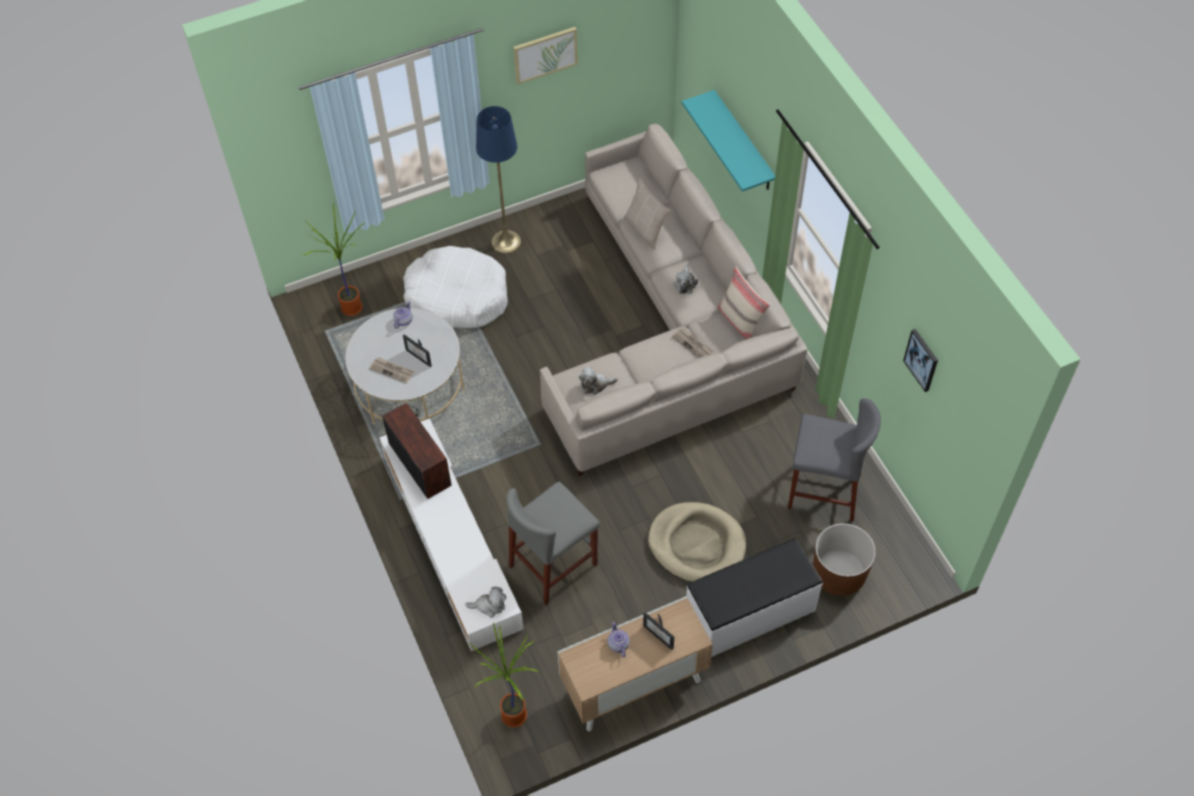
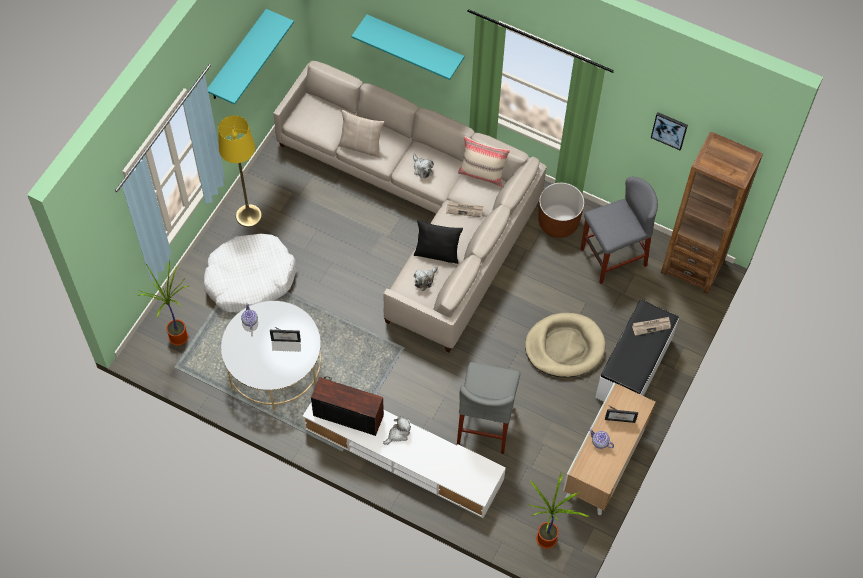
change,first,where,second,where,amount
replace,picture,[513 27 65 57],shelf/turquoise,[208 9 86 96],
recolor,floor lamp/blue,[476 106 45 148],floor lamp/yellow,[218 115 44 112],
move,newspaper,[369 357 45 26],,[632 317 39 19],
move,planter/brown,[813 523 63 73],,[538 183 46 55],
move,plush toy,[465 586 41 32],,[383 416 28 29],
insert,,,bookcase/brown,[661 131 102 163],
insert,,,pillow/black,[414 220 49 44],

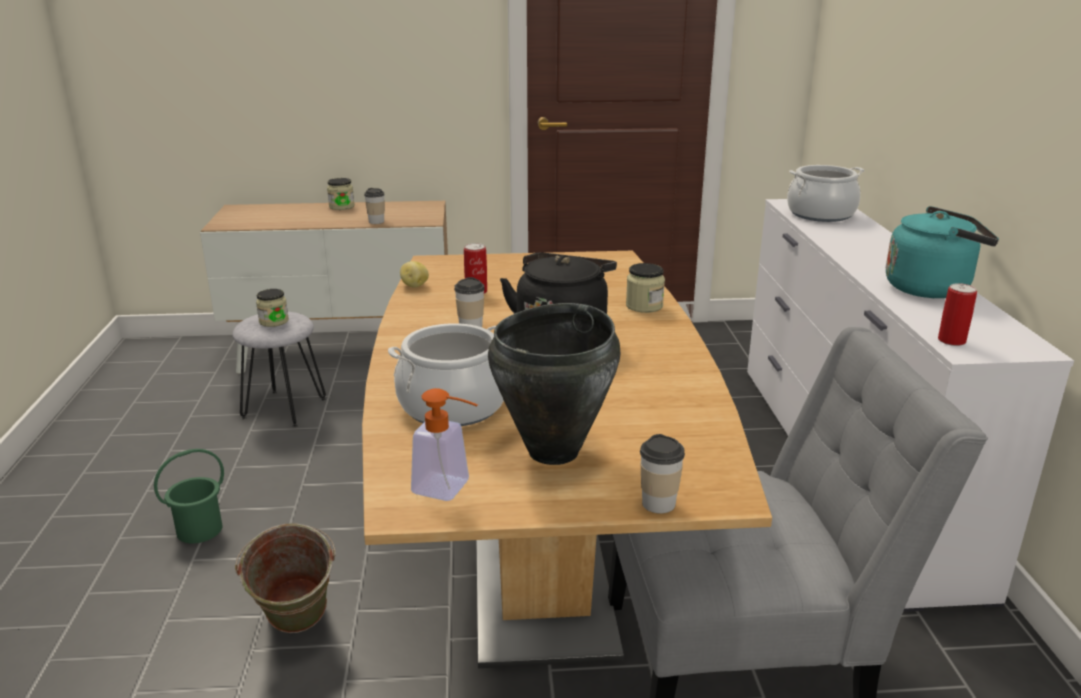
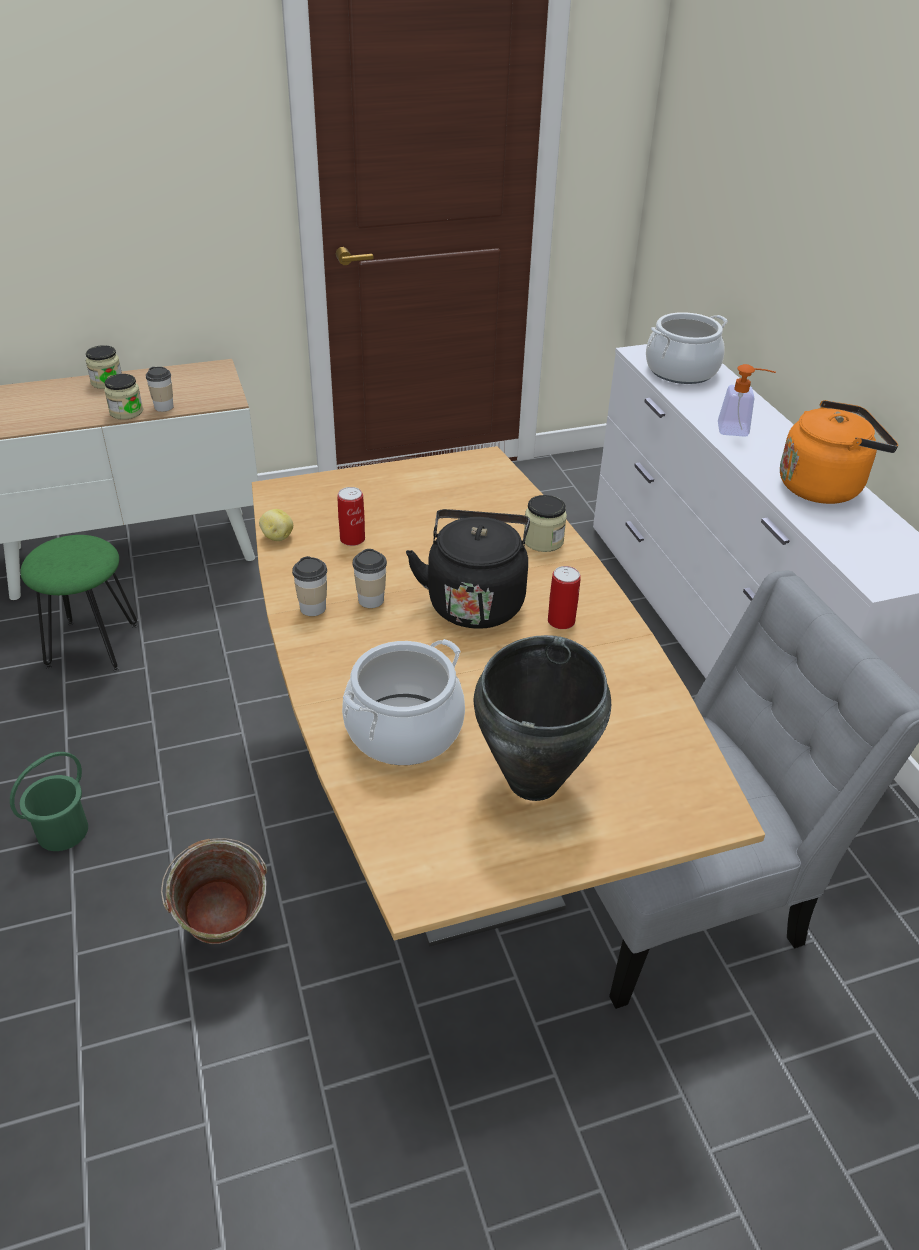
change,first,where,second,where,amount
recolor,kettle/turquoise,[886 206 113 92],kettle/orange,[780 400 118 104],
move,can,[938 283 39 63],,[548 566 33 63],
move,jar,[256 289 33 38],,[104 374 39 46],
recolor,stool/grey,[232 311 94 116],stool/green,[20 535 118 136],
move,soap dispenser,[411 388 67 113],,[718 364 58 73],
move,cup,[640 434 45 79],,[292 556 35 60],

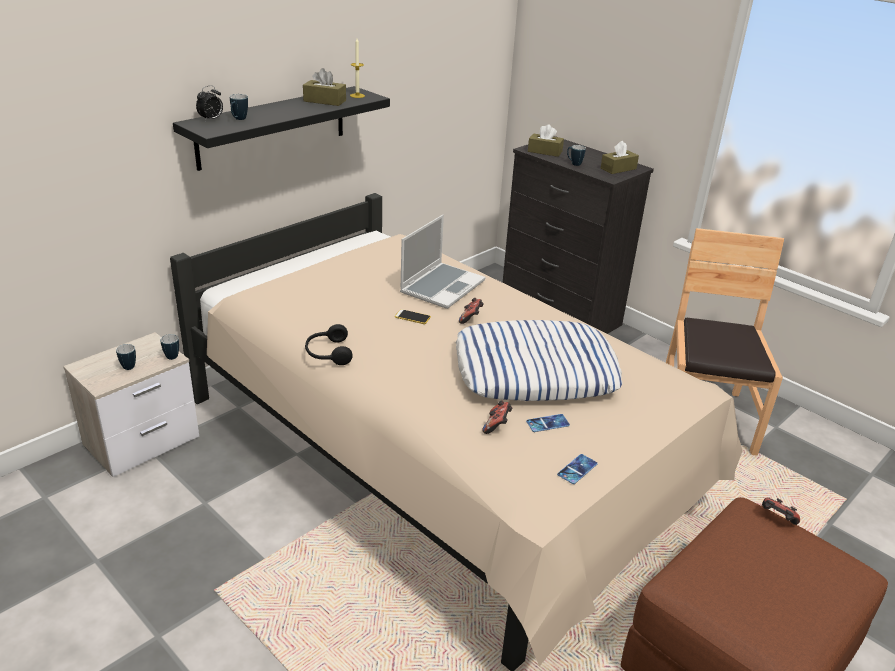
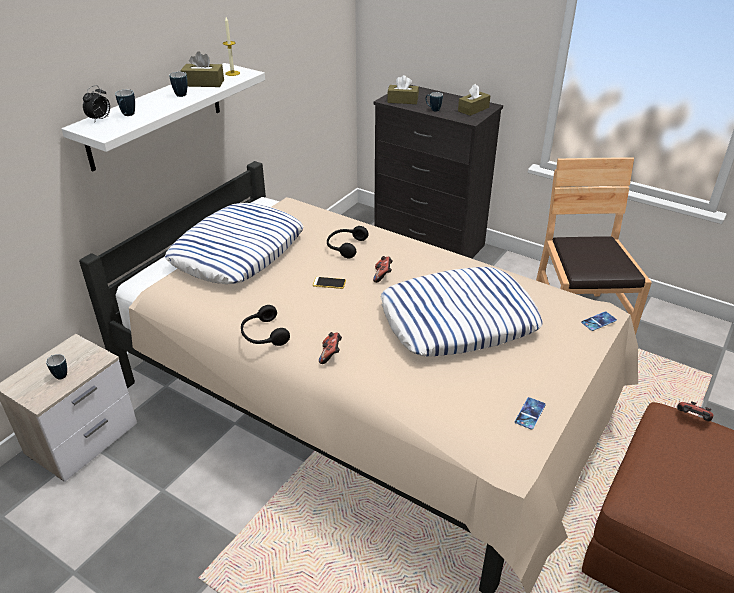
change,first,where,second,where,amount
recolor,shelf/black,[173 86 217 85],shelf/white,[62 63 203 108],
replace,laptop,[400 215 85 94],headphones/black,[327 226 41 32],
move,mug,[160 334 19 26],,[169 72 18 25],
move,game controller,[482 401 31 33],,[319 332 23 32],
move,phone,[526 414 44 18],,[581 311 36 20],
insert,,,pillow,[165 203 139 81],

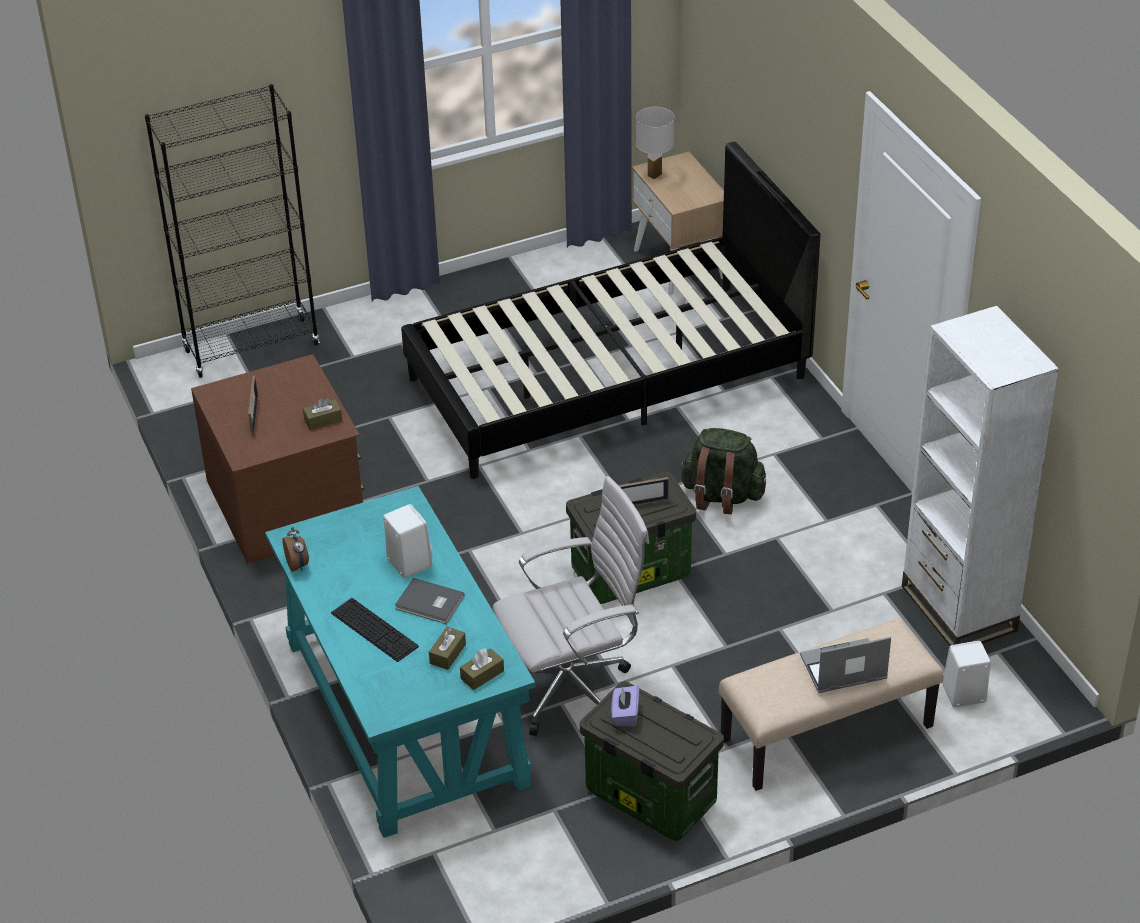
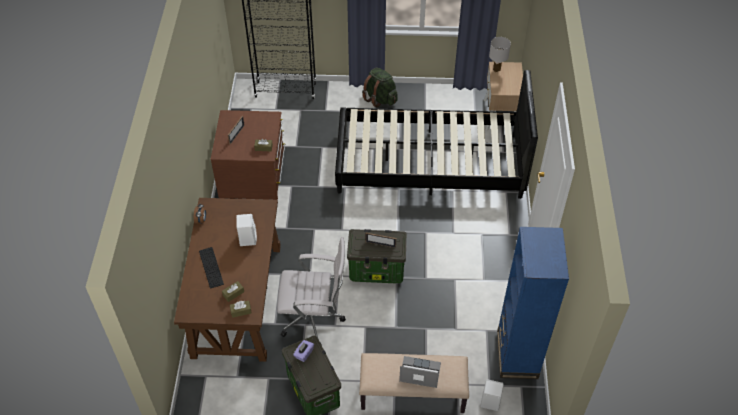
change,first,where,second,where,amount
recolor,bookcase/white,[902 306 157 340],bookcase/blue,[497 227 72 152],
move,backpack/green,[680 428 86 86],,[362 68 36 39],
recolor,desk/turquoise,[265 486 270 352],desk/brown,[174 198 106 164],
delete,book/grey,[395 578 70 46],,,

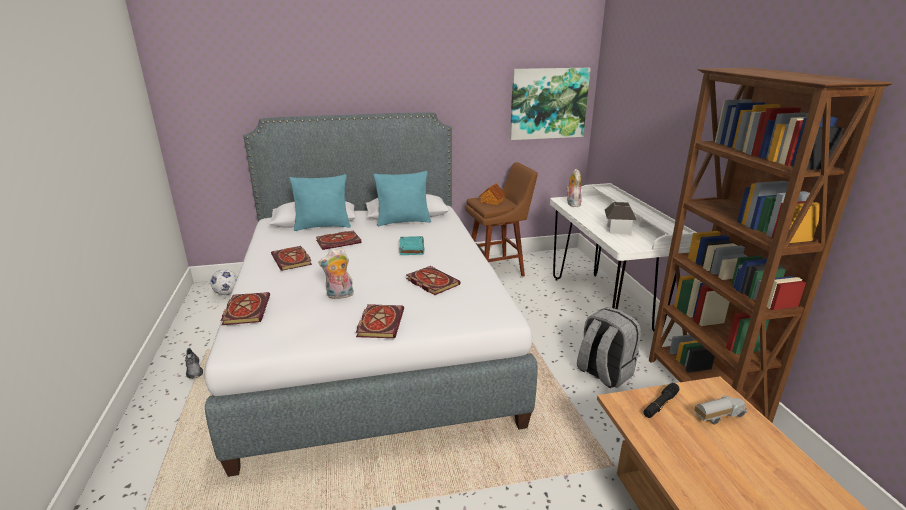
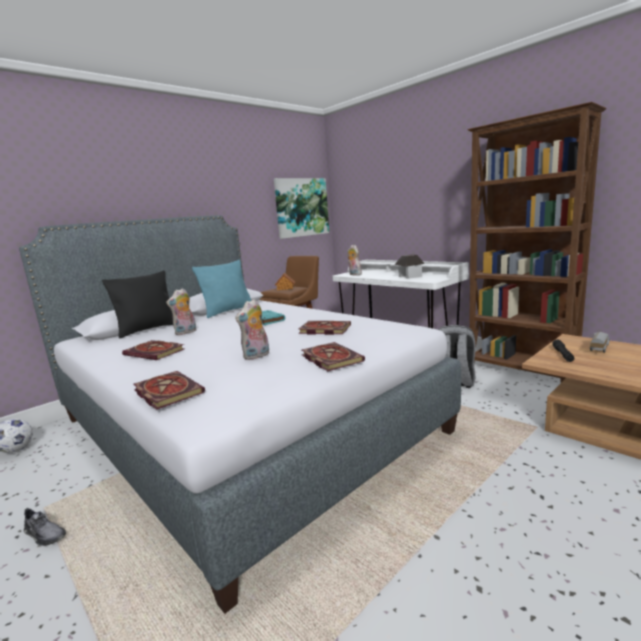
change,first,where,second,where,amount
recolor,pillow/turquoise,[290 174 61 57],pillow/black,[102 271 71 67],
replace,book,[316 231 46 19],plush toy,[166 288 30 47],

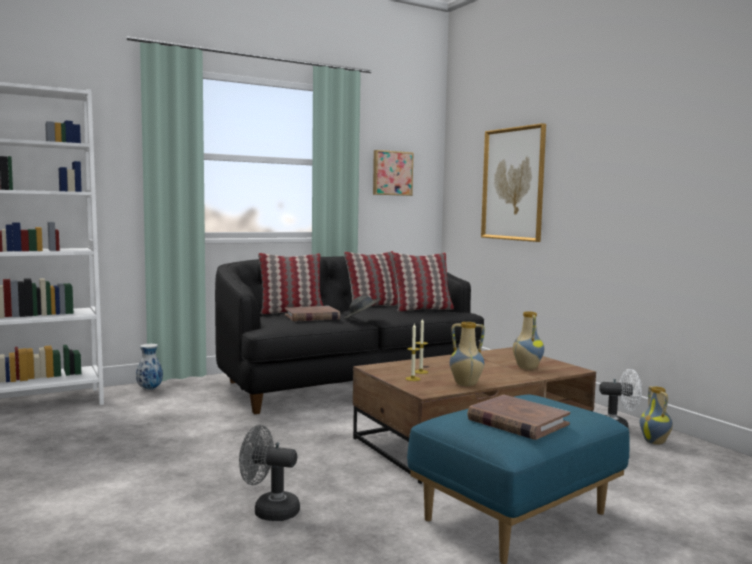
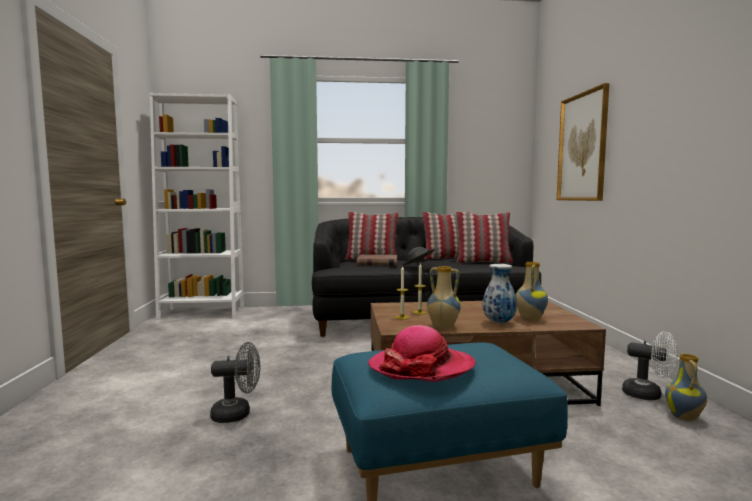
change,first,where,second,where,amount
delete,picture,[373 150 41 46],,,
move,vase,[136 344 27 46],,[483 264 34 60],
replace,book/brown,[467 395 103 45],hat,[368 325 108 57],
rotate,fan/grey,[239 425 61 96],,[210 342 50 81],135 degrees clockwise

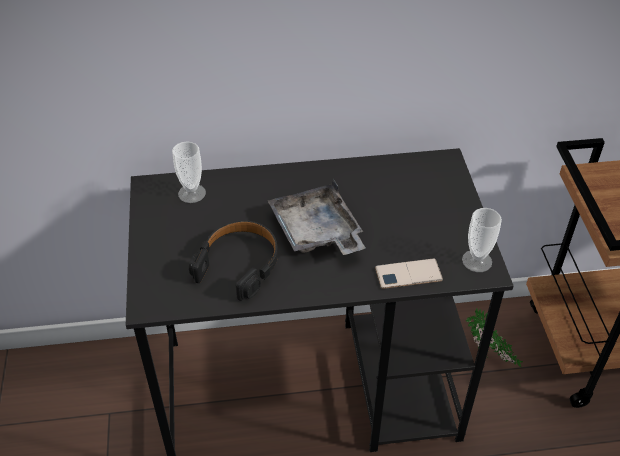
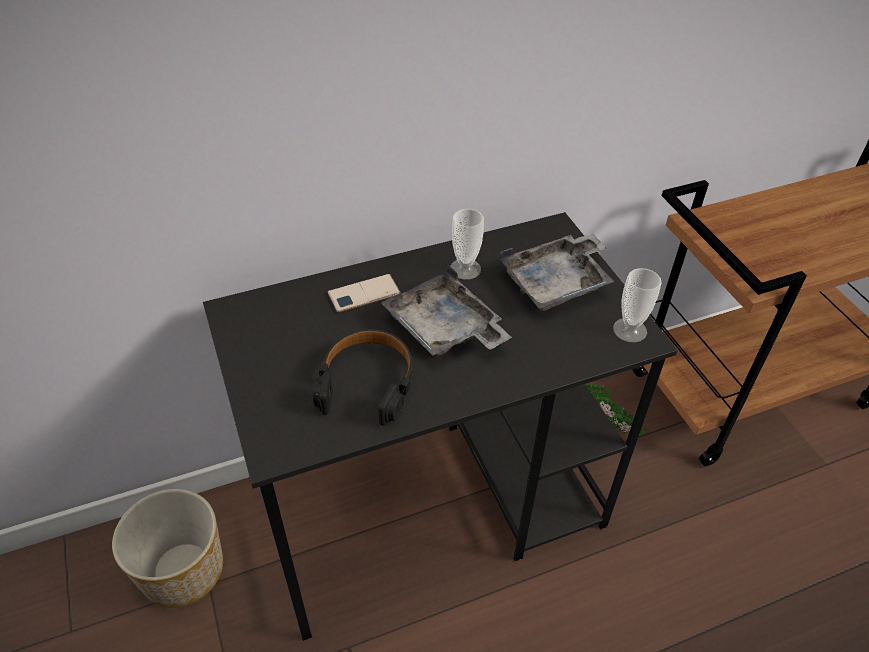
change,first,where,second,where,amount
move,cup,[172 142 34 61],,[450 209 34 71],
move,phone,[375 258 68 31],,[327 274 74 38],
insert,,,tray/grey,[500 233 114 78],
insert,,,planter,[112 489 111 119],

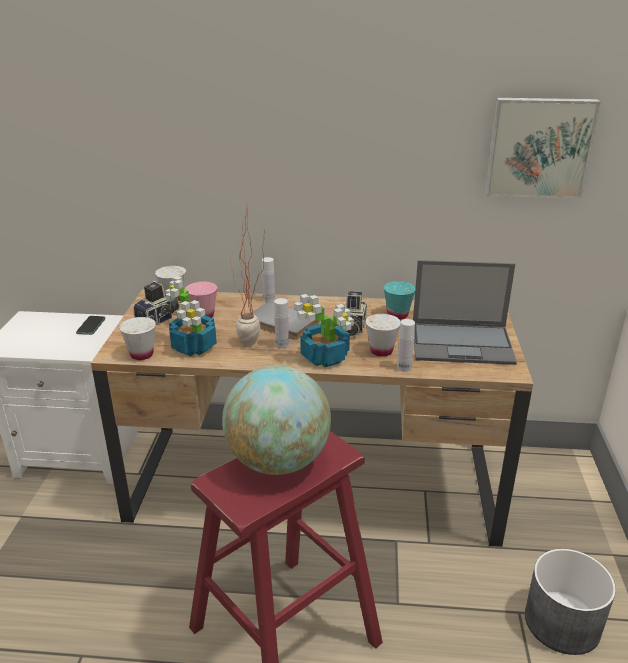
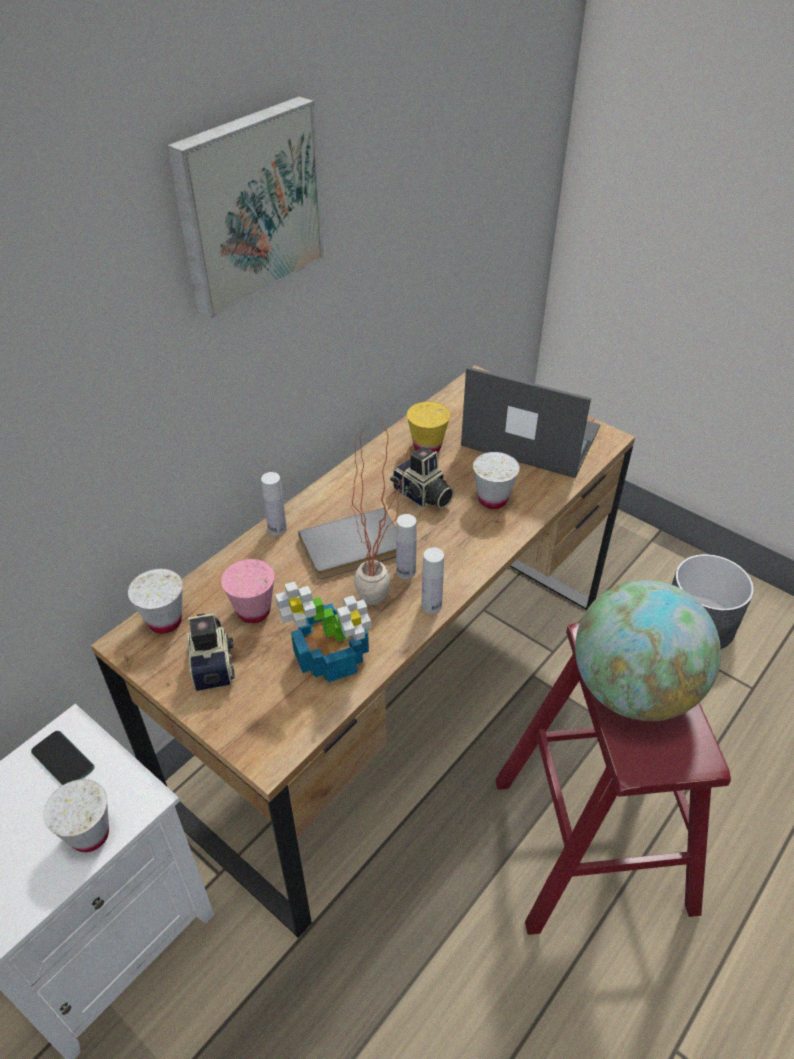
change,first,where,second,where,amount
move,picture,[485 98 116 101],,[167 96 157 223],
rotate,laptop,[413 260 104 105],,[461 366 139 112],105 degrees counterclockwise
recolor,cup/turquoise,[384 281 32 39],cup/yellow,[407 402 43 50],
delete,potted plant,[294 294 60 73],,,
move,cup/white,[119 317 37 43],,[43 779 66 73],
move,bottle/white,[397 319 18 53],,[421 548 23 66],

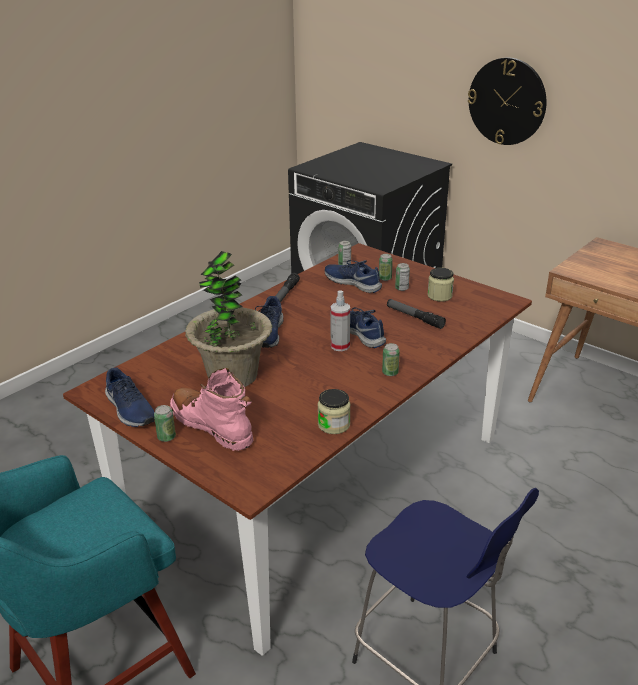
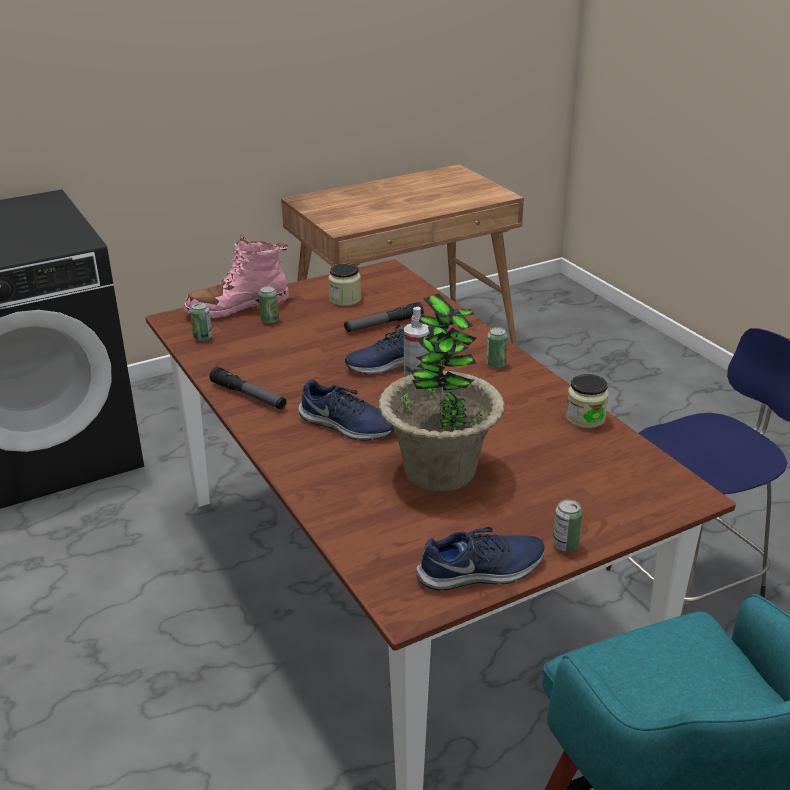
change,first,where,second,where,amount
delete,wall clock,[468 57 79 88],,,
delete,shoe/blue,[325 260 57 33],,,
delete,can,[395 263 15 28],,,
move,boot/pink,[170 368 83 83],,[184 235 105 83],

